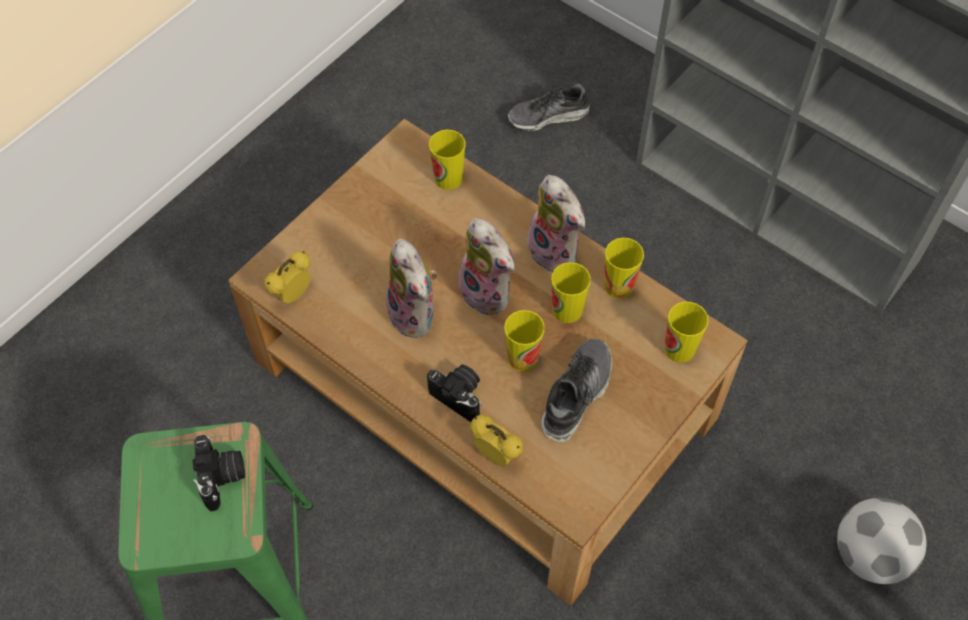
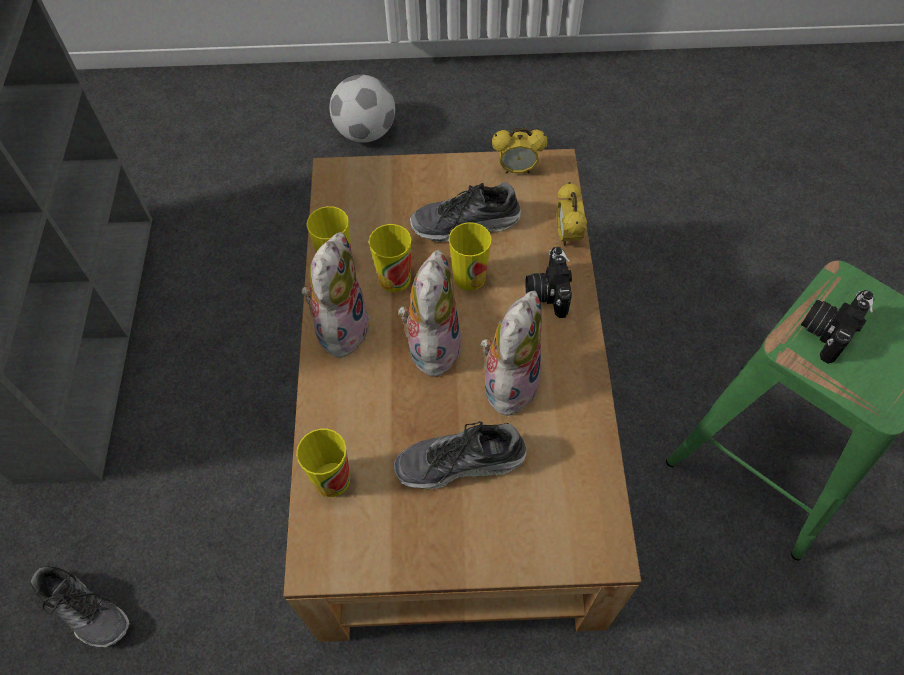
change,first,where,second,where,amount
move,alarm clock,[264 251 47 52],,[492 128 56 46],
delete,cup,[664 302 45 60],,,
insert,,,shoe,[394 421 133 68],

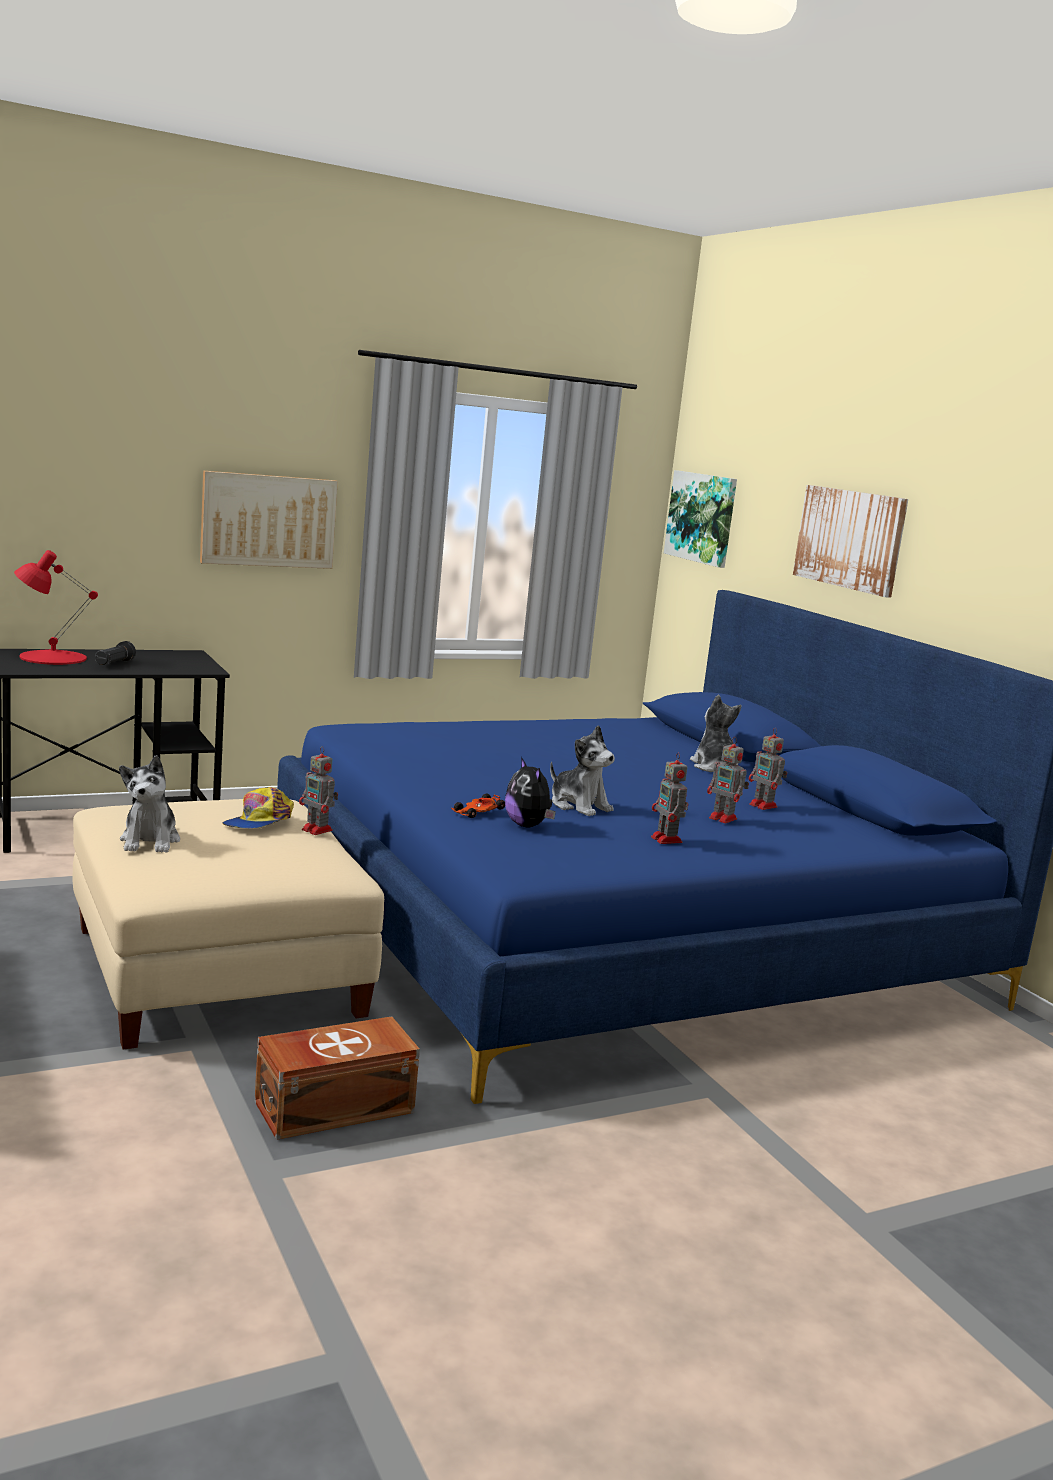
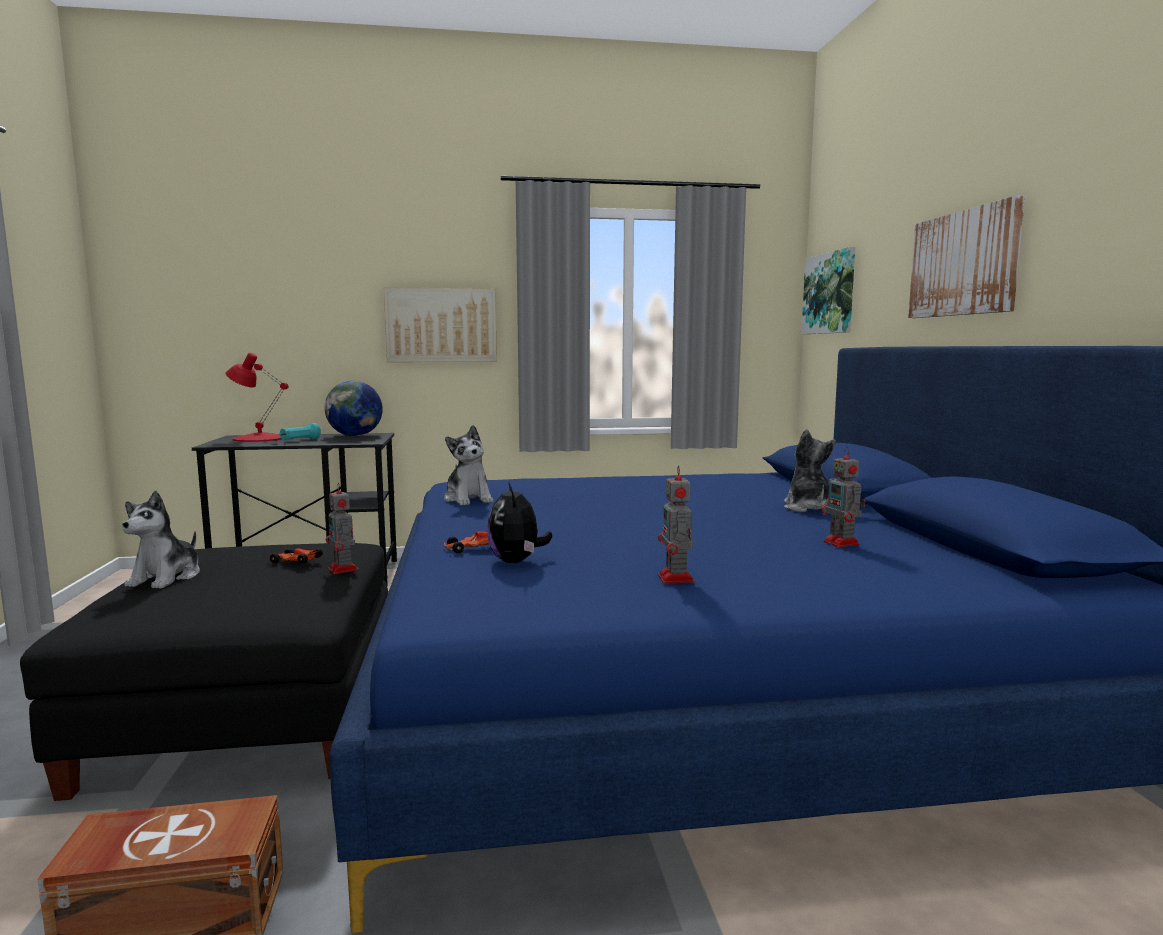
change,first,where,second,where,amount
recolor,flashlight/black,[95 641 41 24],flashlight/turquoise,[279 423 42 17],
move,plush toy,[550 725 65 91],,[444 425 49 81],
delete,toy robot,[707 737 42 86],,,
replace,cap,[222 787 72 41],toy car,[267 548 56 15],
recolor,ottoman/beige,[73 799 311 251],ottoman/black,[20 543 368 258],
insert,,,globe,[324 381 59 55],

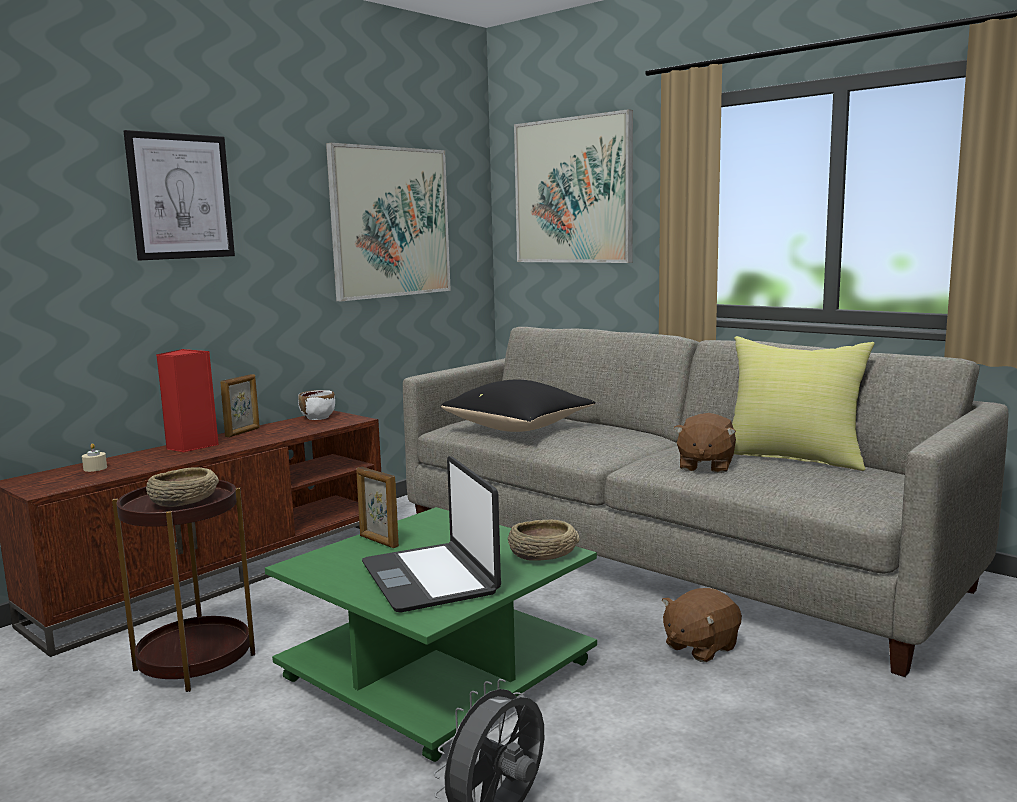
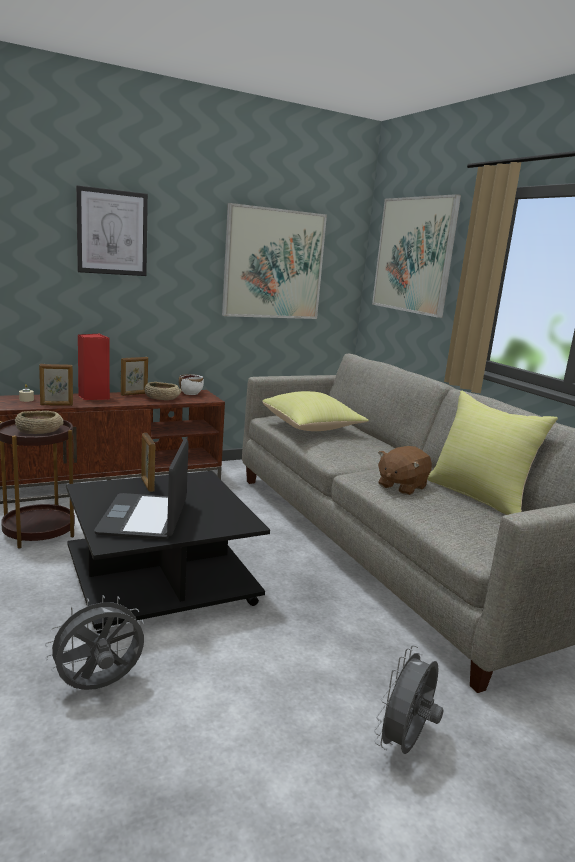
change,first,where,second,where,amount
recolor,pillow/black,[441 380 155 52],pillow/yellow,[262 391 107 40],
recolor,coffee table/green,[265 507 332 255],coffee table/black,[66 471 204 163],
move,bowl/beige,[508 520 72 41],,[144 382 37 18],
delete,plush toy/brown,[662 588 80 74],,,
insert,,,picture frame,[39 364 34 42],
insert,,,fan/grey,[374 645 70 109],

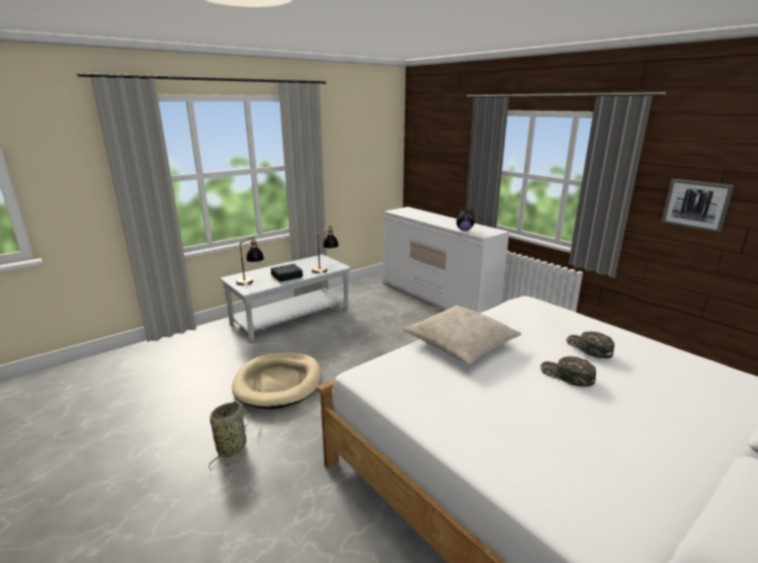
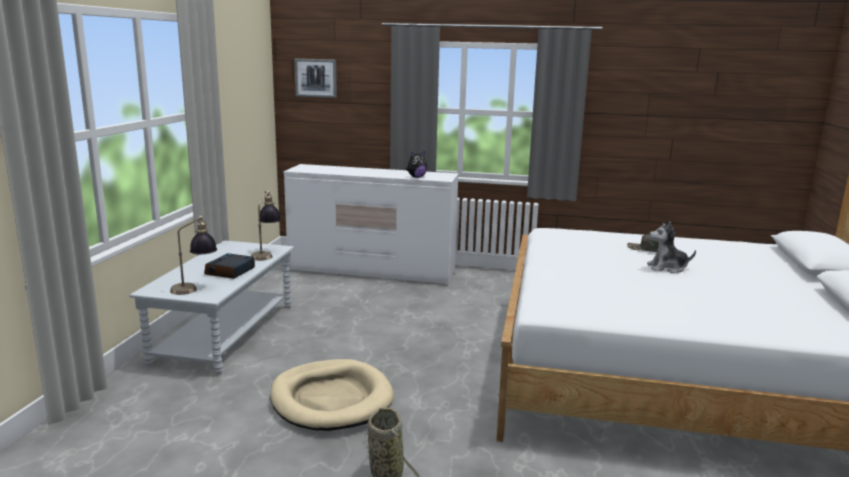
change,first,where,second,where,amount
move,picture,[661 179 73 54],,[295 59 42 39],
delete,pillow/beige,[403 305 119 60],,,
replace,cap/green,[540 356 56 31],plush toy,[647 221 49 52],

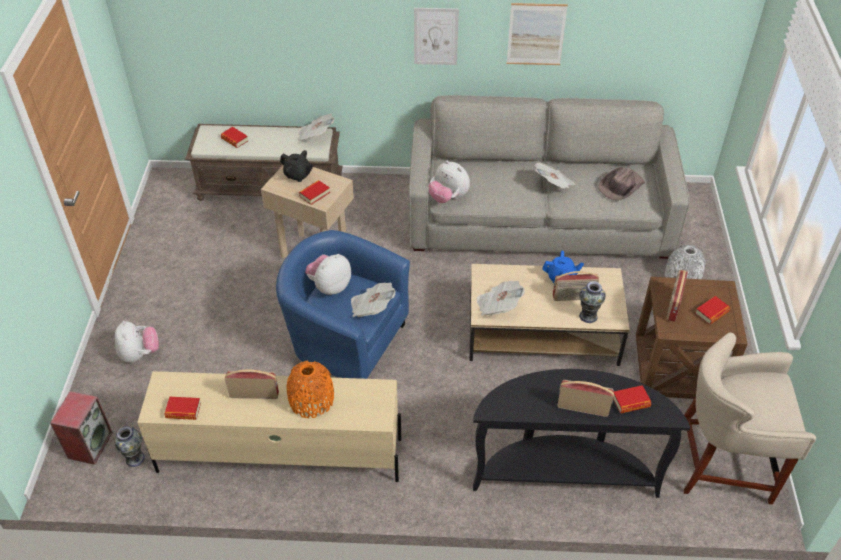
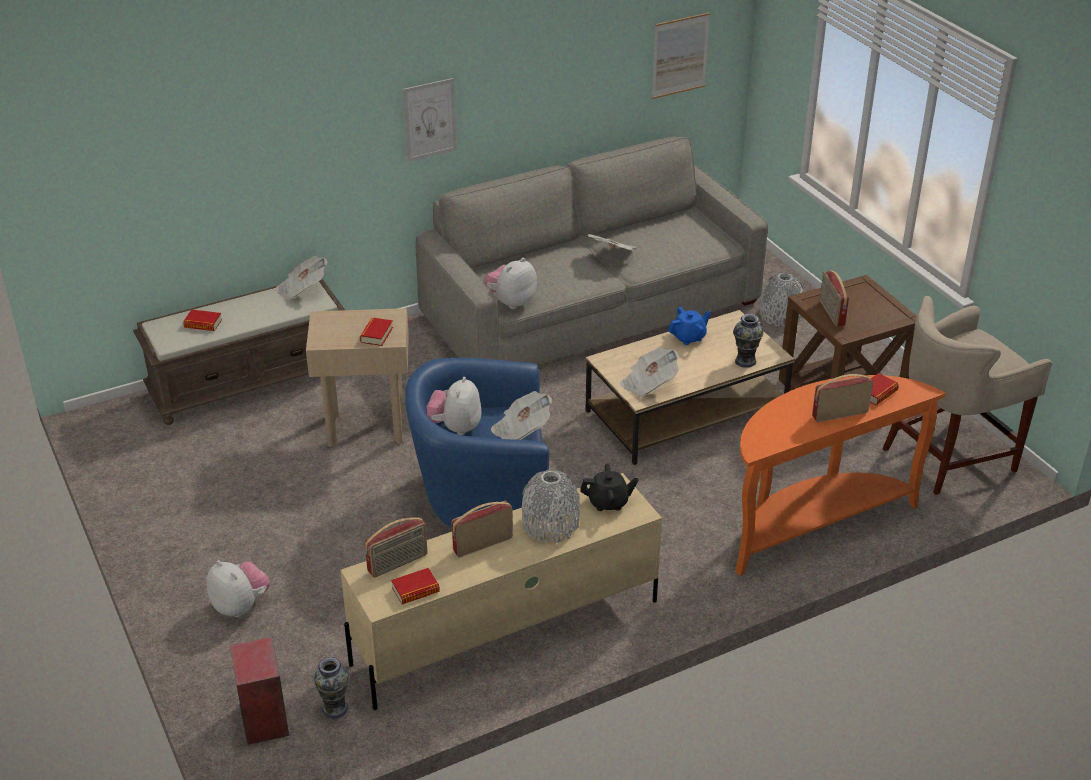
change,first,where,second,where,amount
move,picture,[507 3 61 62],,[652 13 58 86],
move,teapot/black,[280 150 34 32],,[580 464 58 47],
rotate,plush toy,[428 160 42 43],,[484 258 53 51],120 degrees clockwise
delete,hat/brown,[598 167 47 34],,,
move,radio,[553 271 46 30],,[365 517 62 60],
delete,book,[695 296 35 28],,,
recolor,vase/orange,[286 361 48 57],vase/grey,[522 470 58 73],
recolor,console table/black,[473 369 217 129],console table/orange,[735 375 211 201],

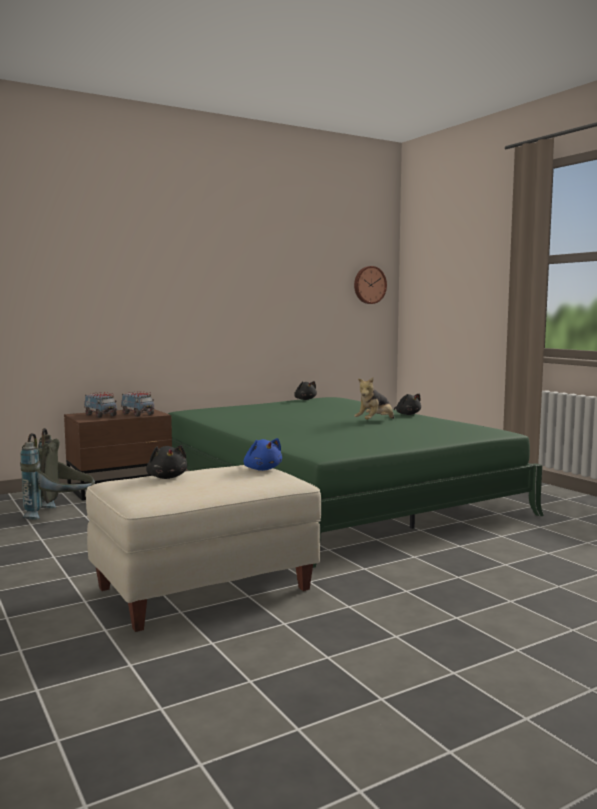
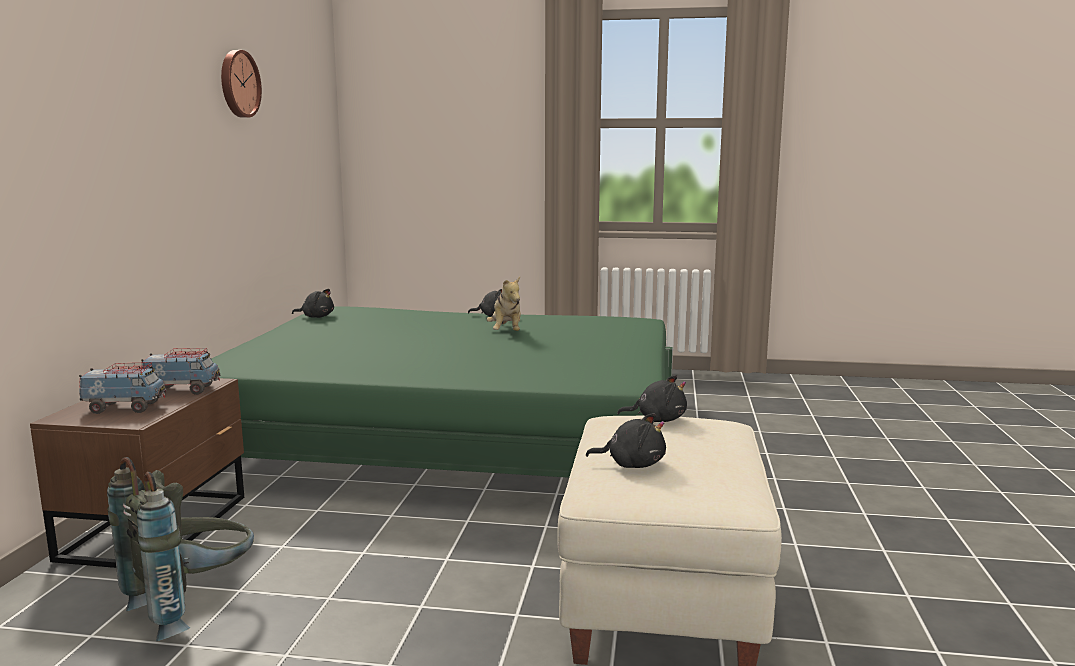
change,first,where,second,where,amount
move,wall clock,[354 266 33 38],,[221 50 41 68],
recolor,plush toy/blue,[244 438 38 33],plush toy/black,[617 375 70 47],

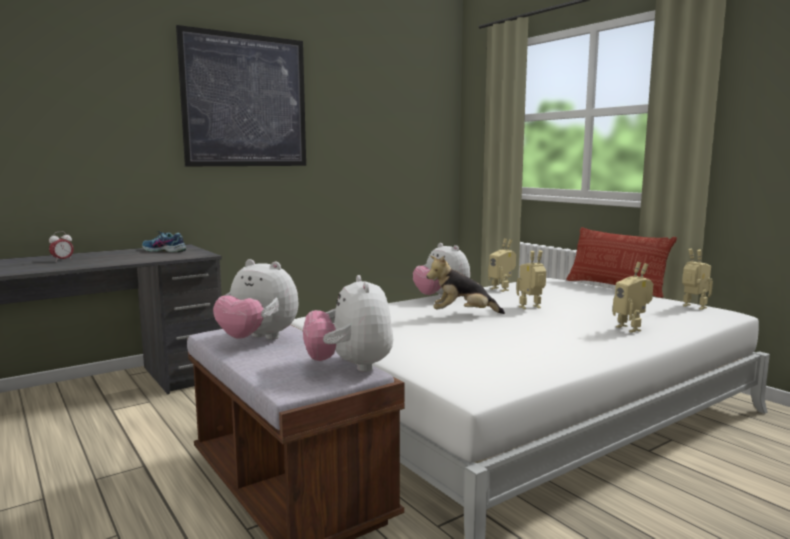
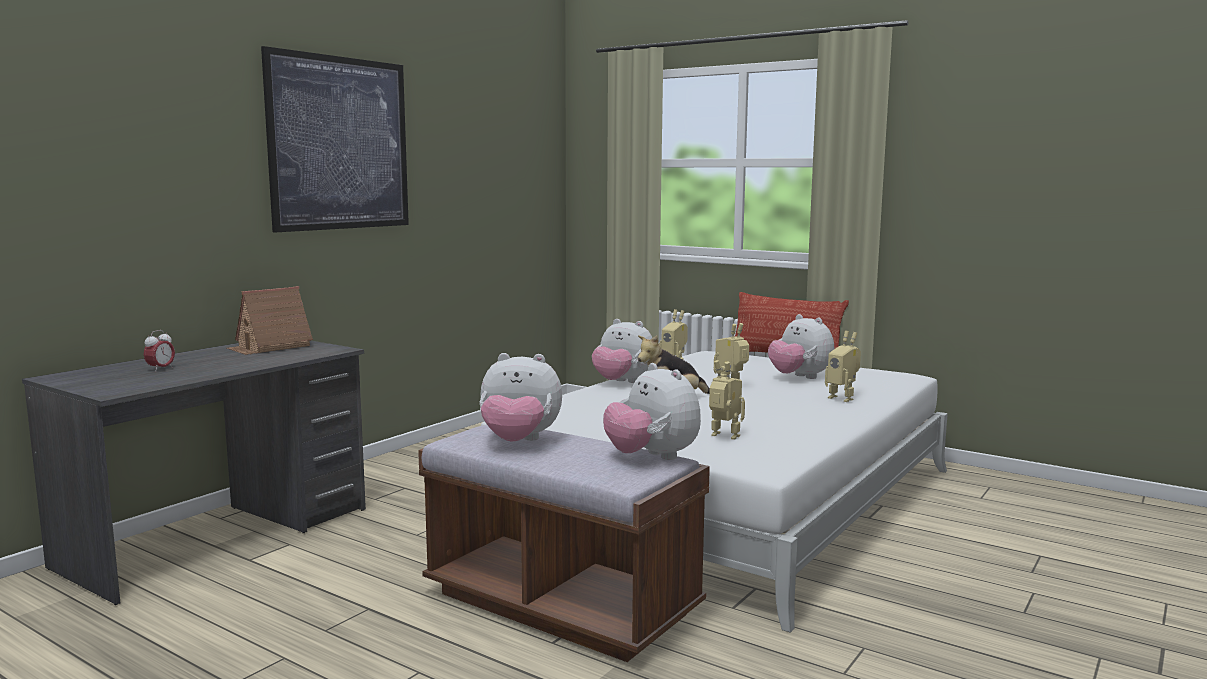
change,first,where,second,where,amount
replace,shoe,[142 231 44 21],toy house,[227 286 86 69],
move,toy robot,[682 249 31 61],,[709 360 36 80],
insert,,,plush toy,[768 314 66 65],

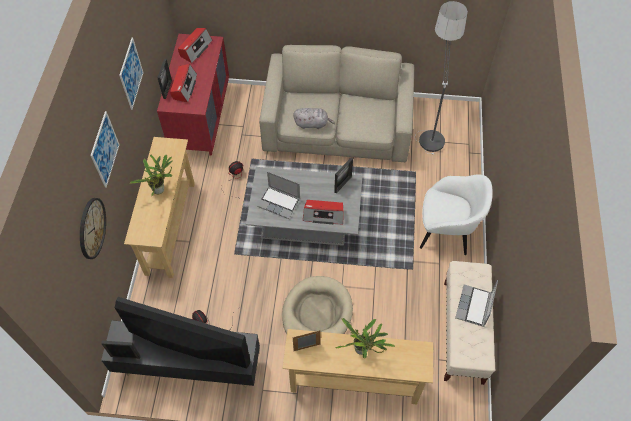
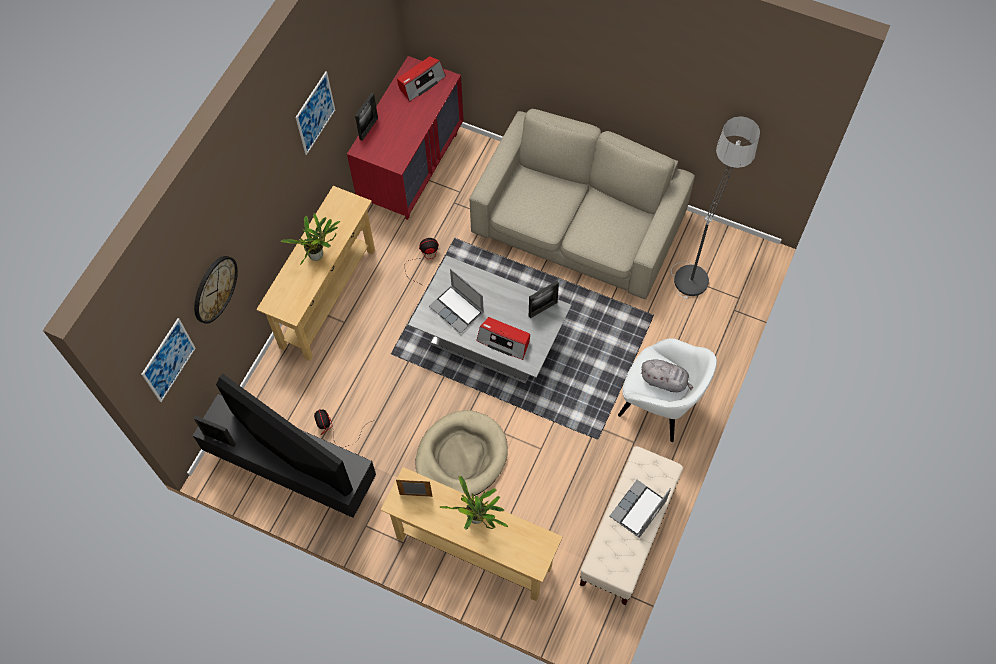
change,first,where,second,where,amount
delete,radio,[170 64 27 39],,,
move,plush toy/grey,[293 108 42 21],,[641 359 52 33],
move,picture,[90 111 30 77],,[141 318 55 84],

